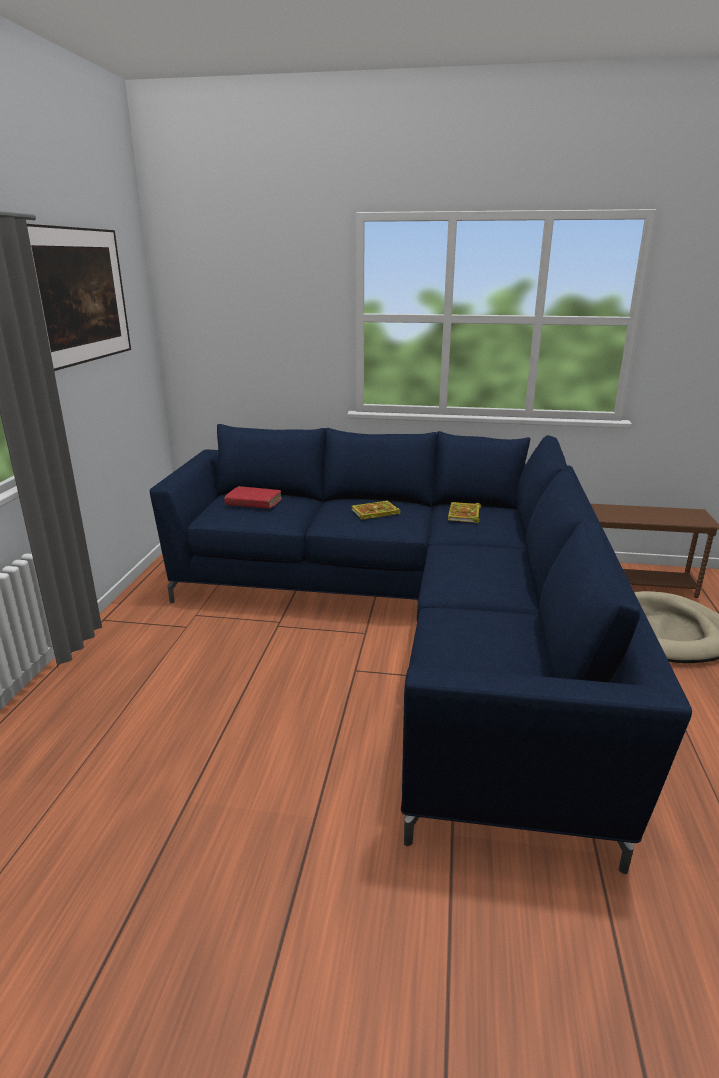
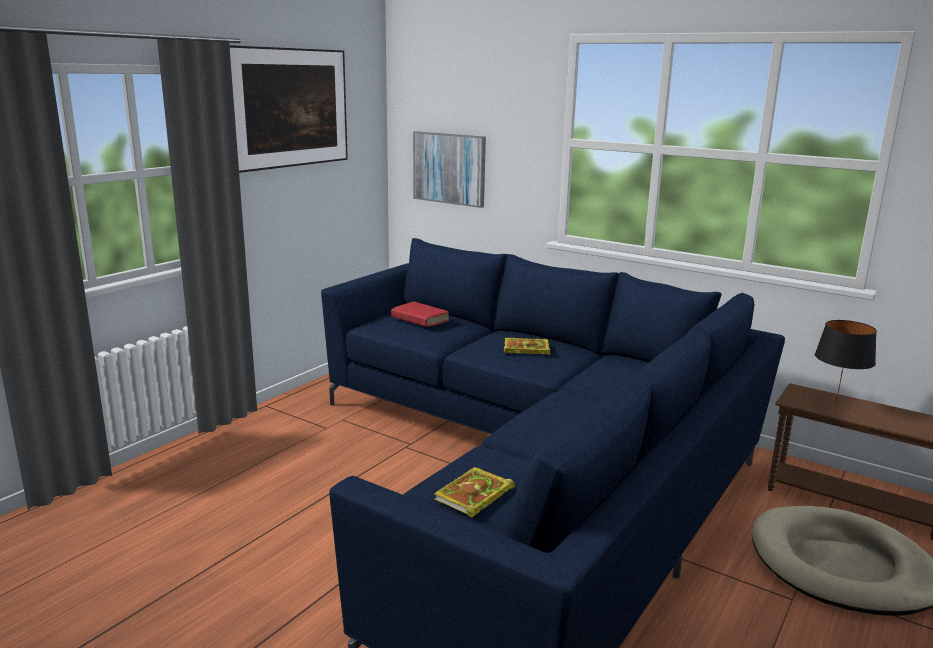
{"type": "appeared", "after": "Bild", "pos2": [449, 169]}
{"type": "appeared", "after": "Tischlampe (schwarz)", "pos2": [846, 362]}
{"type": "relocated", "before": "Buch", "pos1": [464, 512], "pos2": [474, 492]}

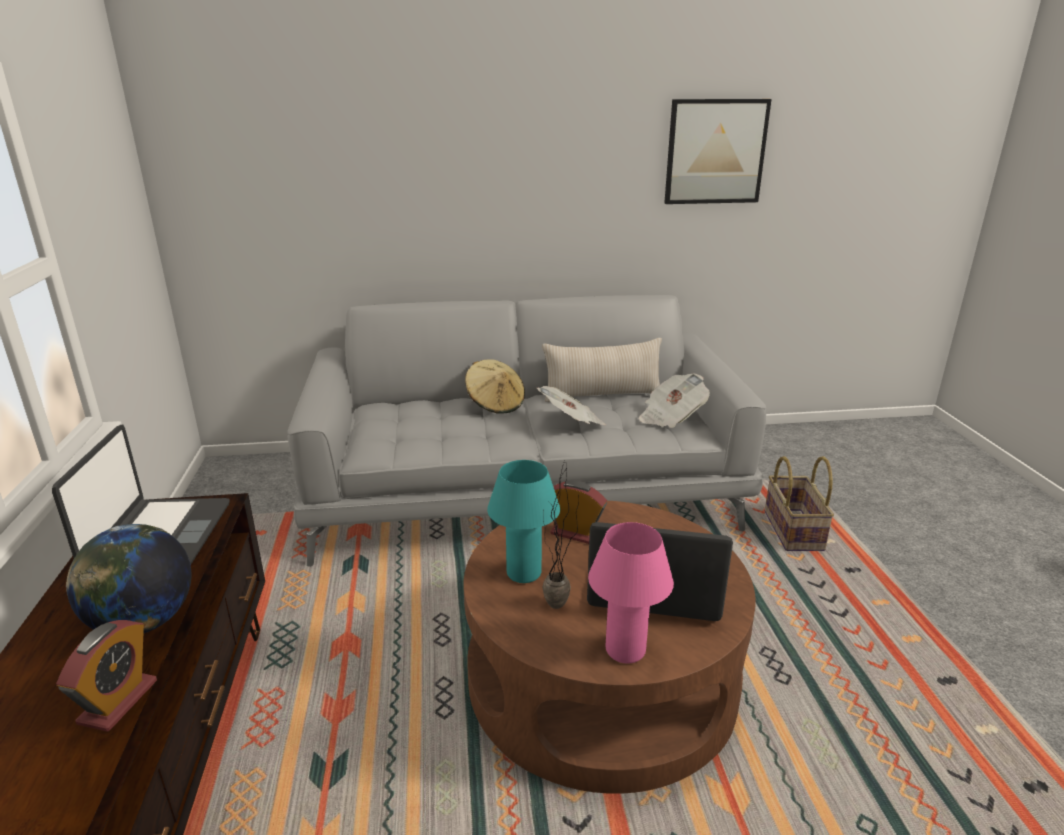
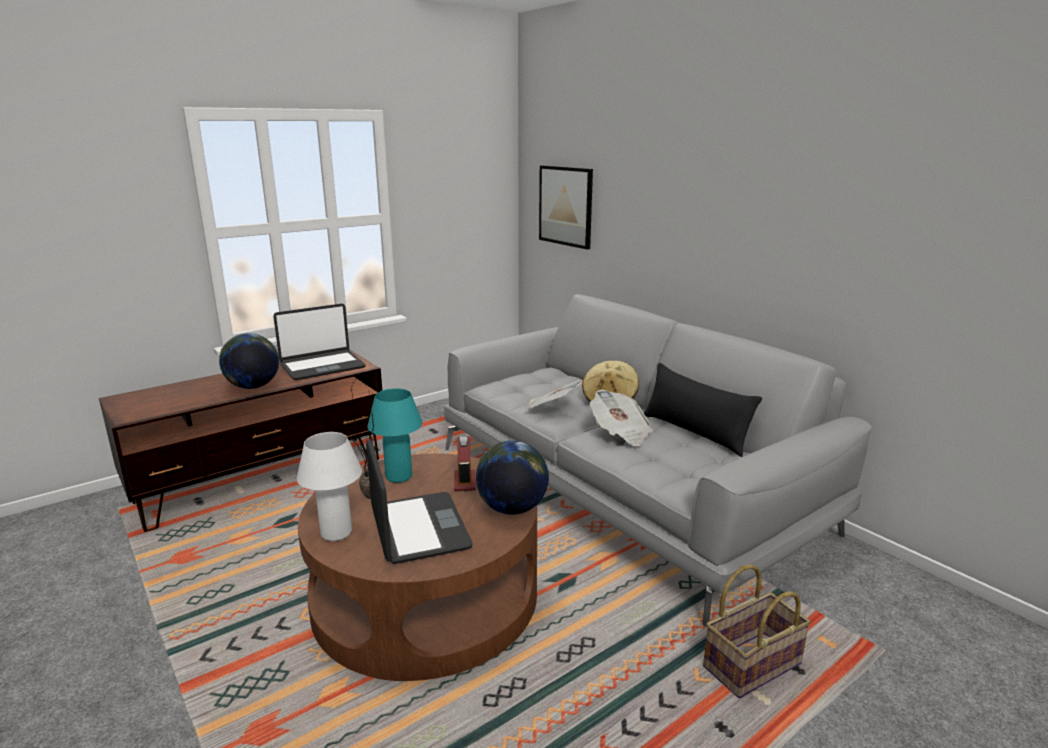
{"type": "missing", "before": "Wecker", "pos1": [106, 676]}
{"type": "appeared", "after": "Globus", "pos2": [512, 478]}
{"type": "relocated", "before": "Zeitung", "pos1": [674, 401], "pos2": [554, 394]}
{"type": "relocated", "before": "Bild", "pos1": [718, 151], "pos2": [566, 207]}
{"type": "colour", "before": "Kissen (beige)", "after": "Kissen (schwarz)", "pos1": [602, 370], "pos2": [703, 410]}
{"type": "colour", "before": "Tischlampe (rosa)", "after": "Tischlampe (weiß)", "pos1": [631, 593], "pos2": [329, 486]}

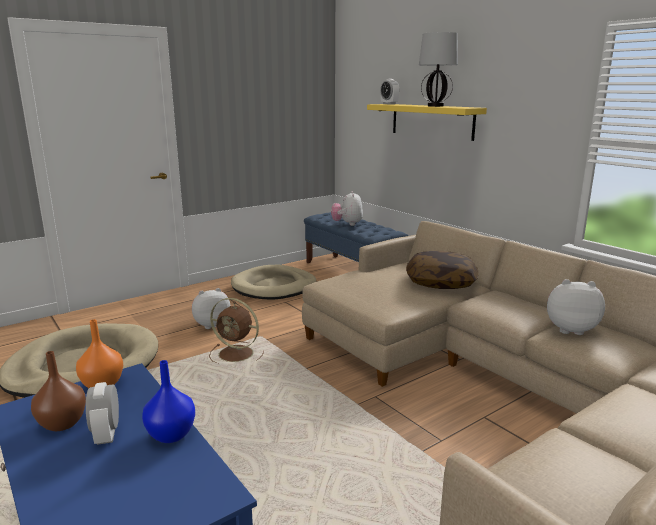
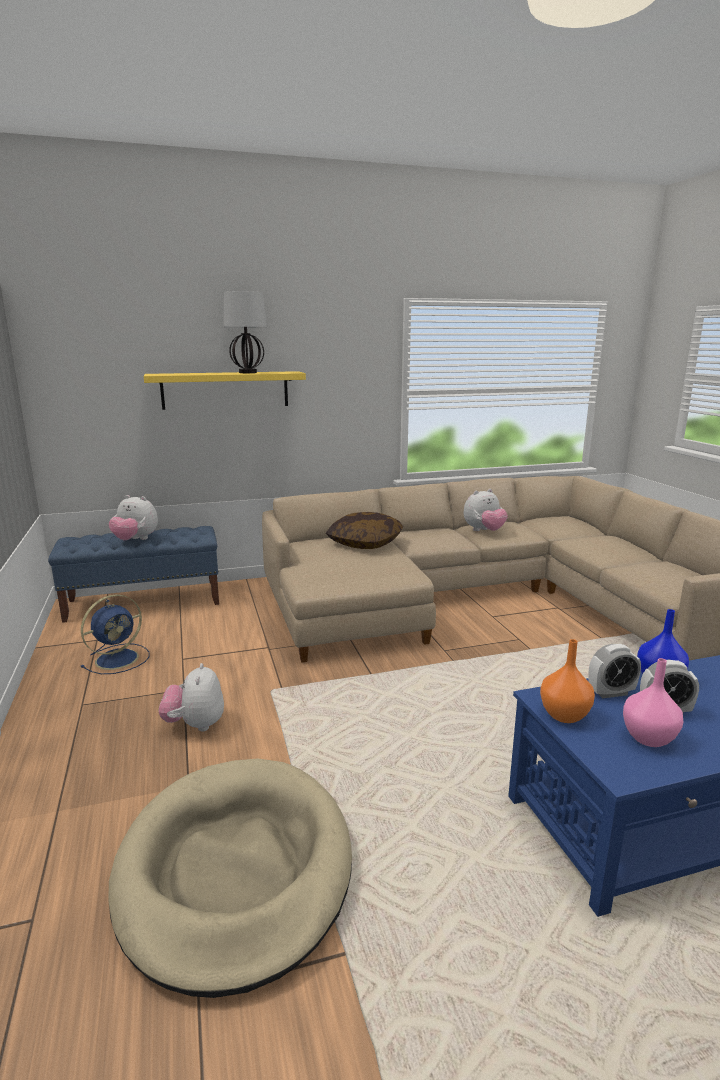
{"type": "missing", "before": "Ventilator (braun)", "pos1": [236, 331]}
{"type": "relocated", "before": "Wecker", "pos1": [390, 92], "pos2": [614, 671]}
{"type": "exchanged", "before": "Hundebett (beige)", "after": "Ventilator (blau)", "pos1": [273, 282], "pos2": [115, 634]}
{"type": "colour", "before": "Vase (braun)", "after": "Vase (rosa)", "pos1": [58, 391], "pos2": [653, 702]}
{"type": "spun", "before": "Plüschtier", "pos1": [576, 307], "pos2": [486, 510], "turn": -150}

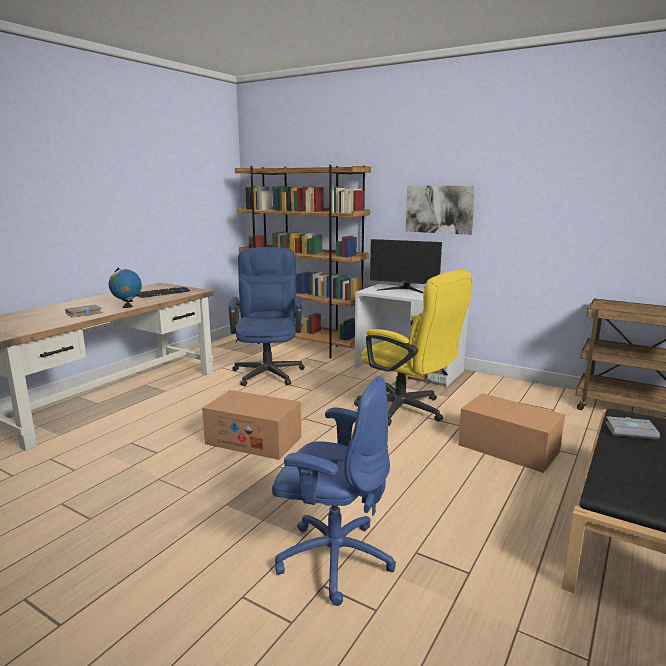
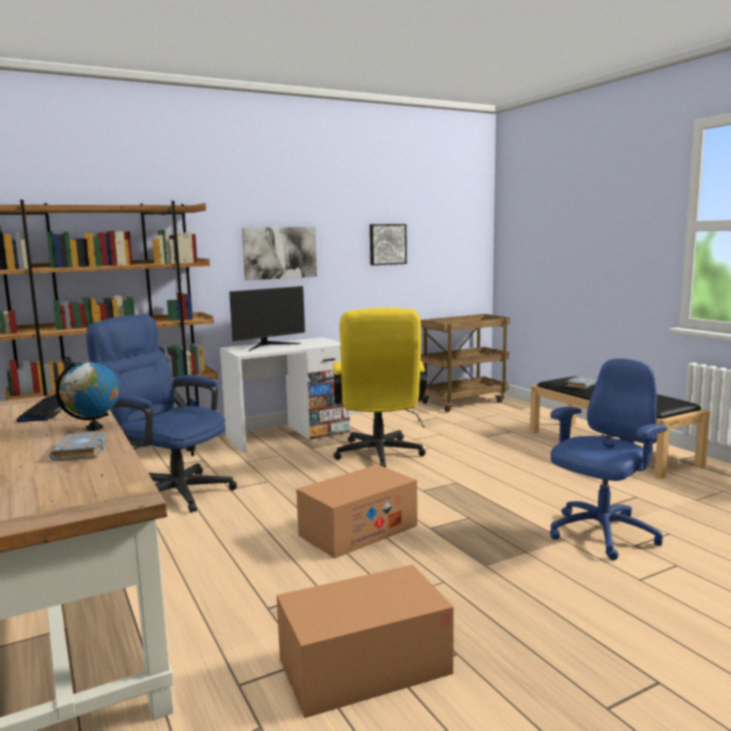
{"type": "appeared", "after": "Bild", "pos2": [388, 244]}
{"type": "relocated", "before": "Karton", "pos1": [511, 433], "pos2": [365, 641]}
{"type": "spun", "before": "Bürostuhl (gelb)", "pos1": [413, 348], "pos2": [380, 387], "turn": 105}

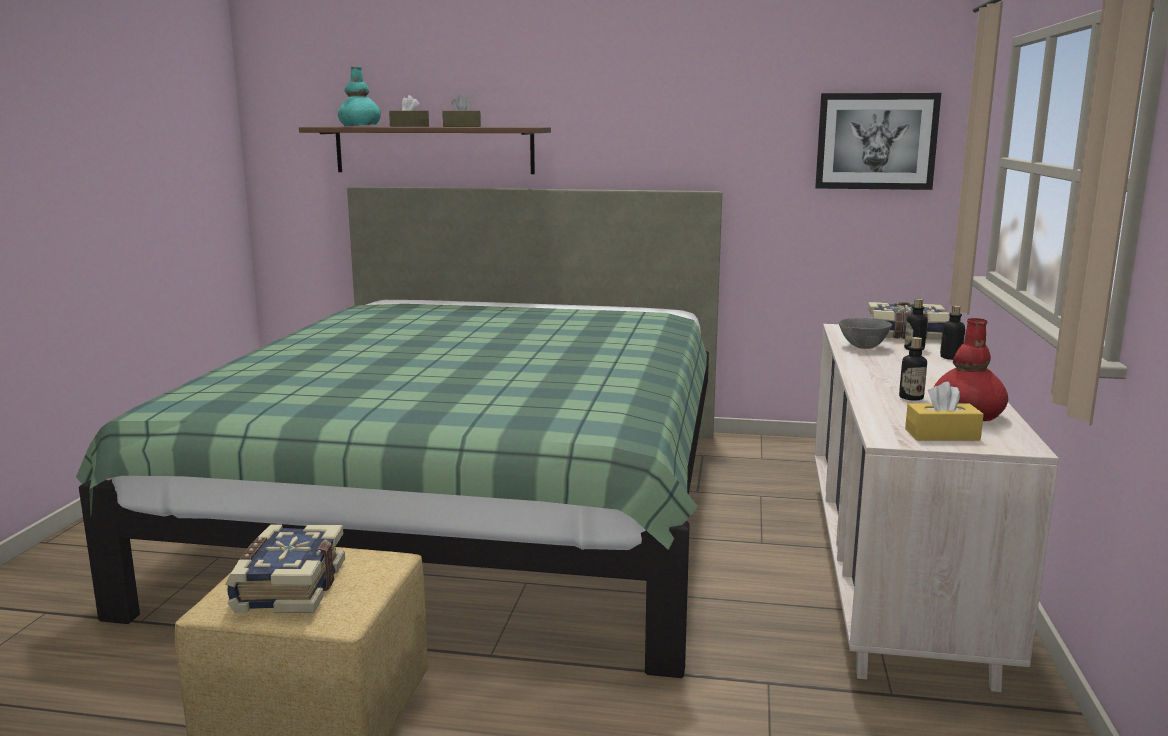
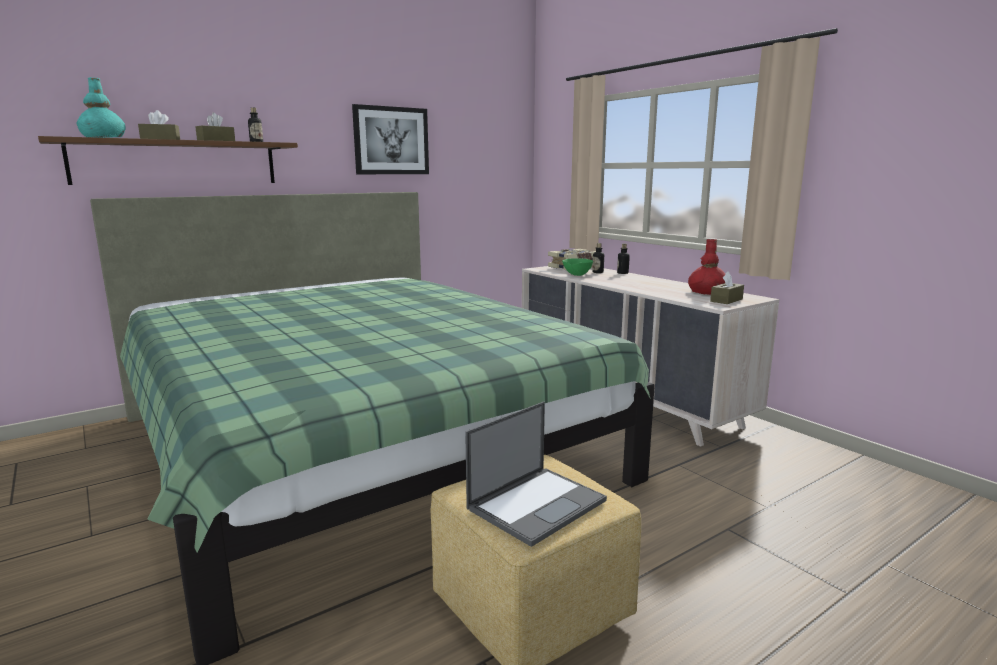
{"type": "relocated", "before": "Bild", "pos1": [878, 141], "pos2": [390, 139]}
{"type": "relocated", "before": "Flasche", "pos1": [913, 369], "pos2": [255, 124]}
{"type": "exchanged", "before": "Buch", "after": "Laptop", "pos1": [285, 568], "pos2": [536, 474]}
{"type": "colour", "before": "Schüssel (grau)", "after": "Schüssel (grün)", "pos1": [865, 333], "pos2": [577, 267]}
{"type": "colour", "before": "Taschentuchbox (gelb)", "after": "Taschentuchbox (braun)", "pos1": [944, 411], "pos2": [727, 287]}

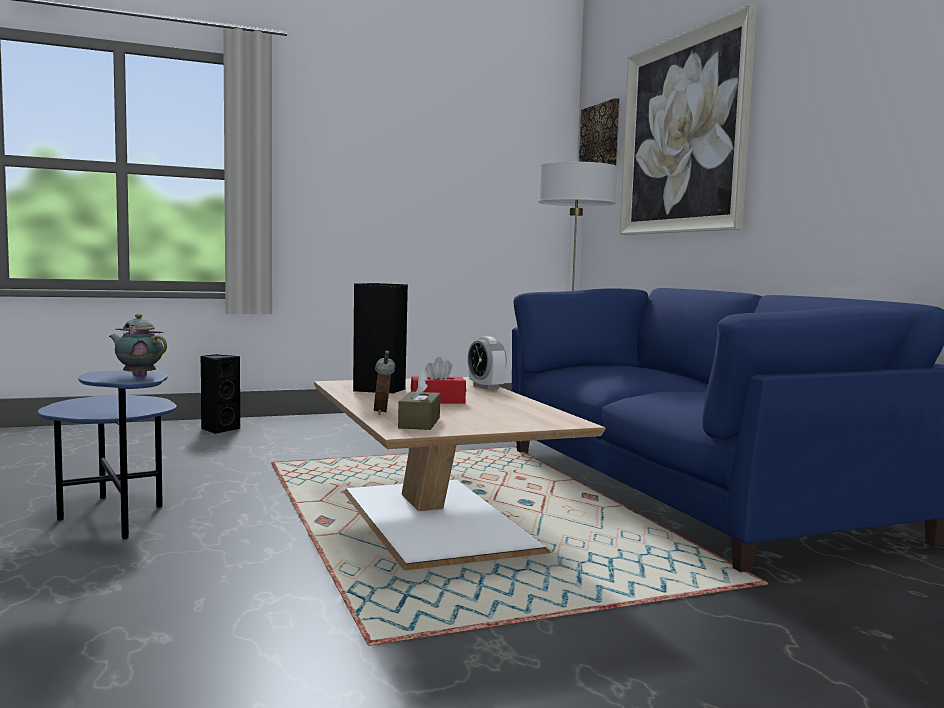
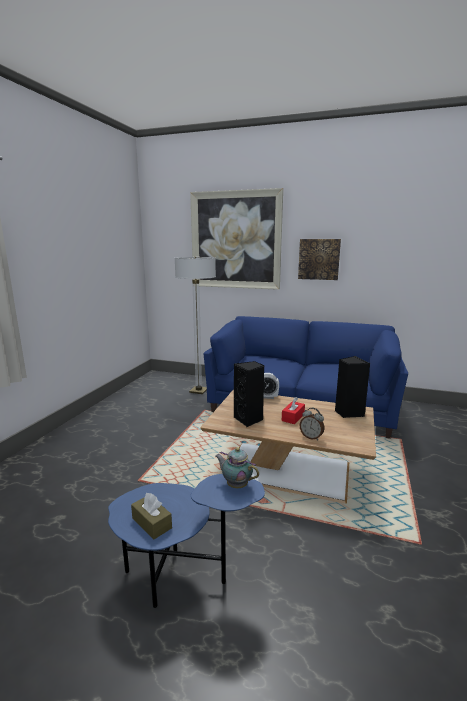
{"type": "relocated", "before": "Lautsprecher (schwarz)", "pos1": [220, 394], "pos2": [352, 387]}
{"type": "relocated", "before": "Taschentuchbox (braun)", "pos1": [419, 401], "pos2": [151, 516]}
{"type": "relocated", "before": "Bild", "pos1": [599, 132], "pos2": [319, 259]}
{"type": "spun", "before": "Teekanne", "pos1": [138, 345], "pos2": [237, 467], "turn": 60}

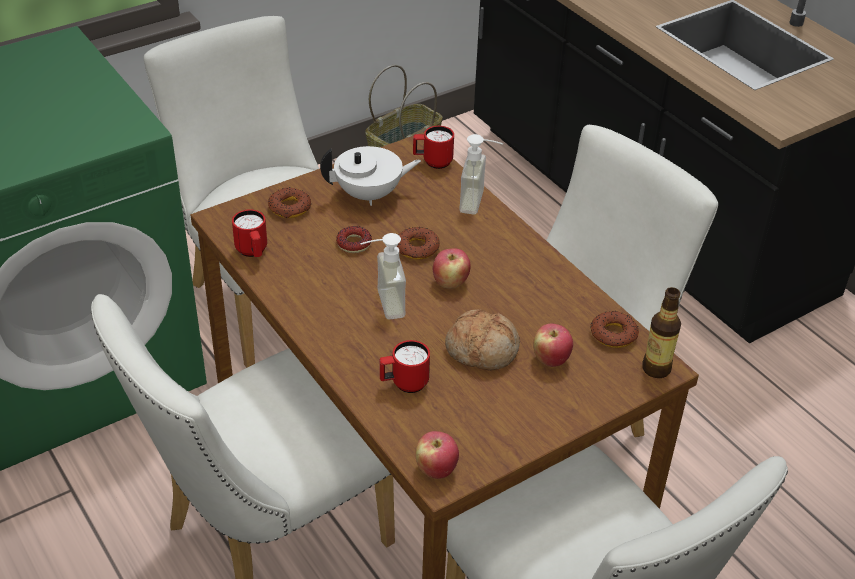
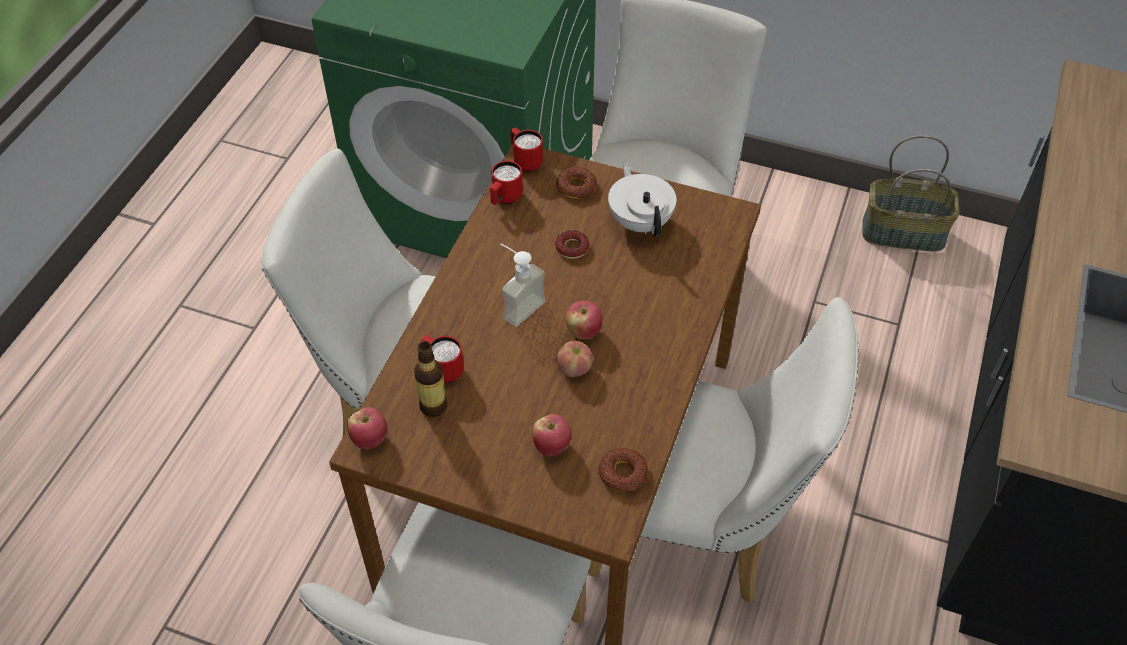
{"type": "missing", "before": "Donut", "pos1": [418, 243]}
{"type": "missing", "before": "Brot", "pos1": [482, 340]}
{"type": "missing", "before": "Seifenspender", "pos1": [481, 174]}
{"type": "appeared", "after": "Apfel", "pos2": [575, 359]}
{"type": "relocated", "before": "Henkelbecher (rot)", "pos1": [433, 147], "pos2": [527, 150]}
{"type": "relocated", "before": "Flasche", "pos1": [661, 332], "pos2": [431, 379]}
{"type": "spun", "before": "Teekanne (weiß)", "pos1": [370, 176], "pos2": [642, 199], "turn": -150}

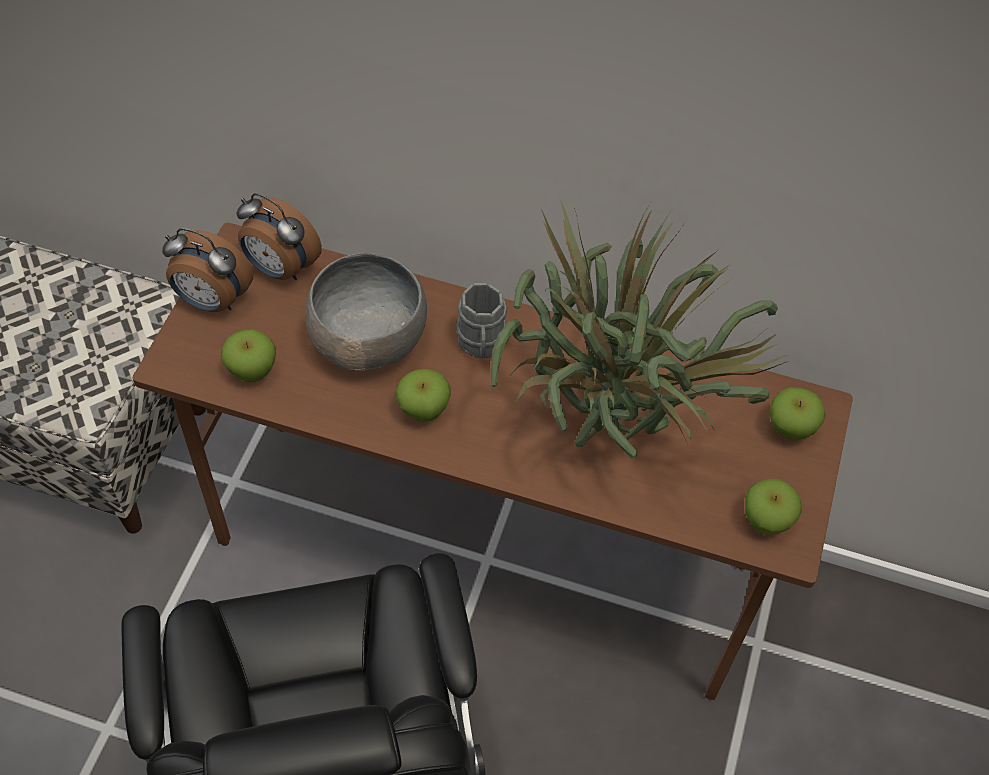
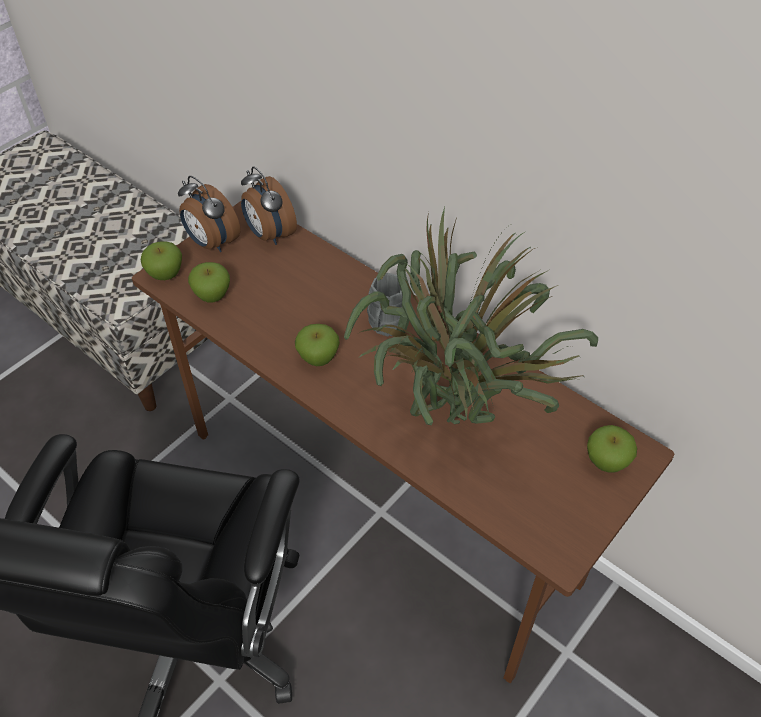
{"type": "missing", "before": "Schüssel (grau)", "pos1": [366, 312]}
{"type": "relocated", "before": "Apfel", "pos1": [773, 507], "pos2": [161, 260]}

